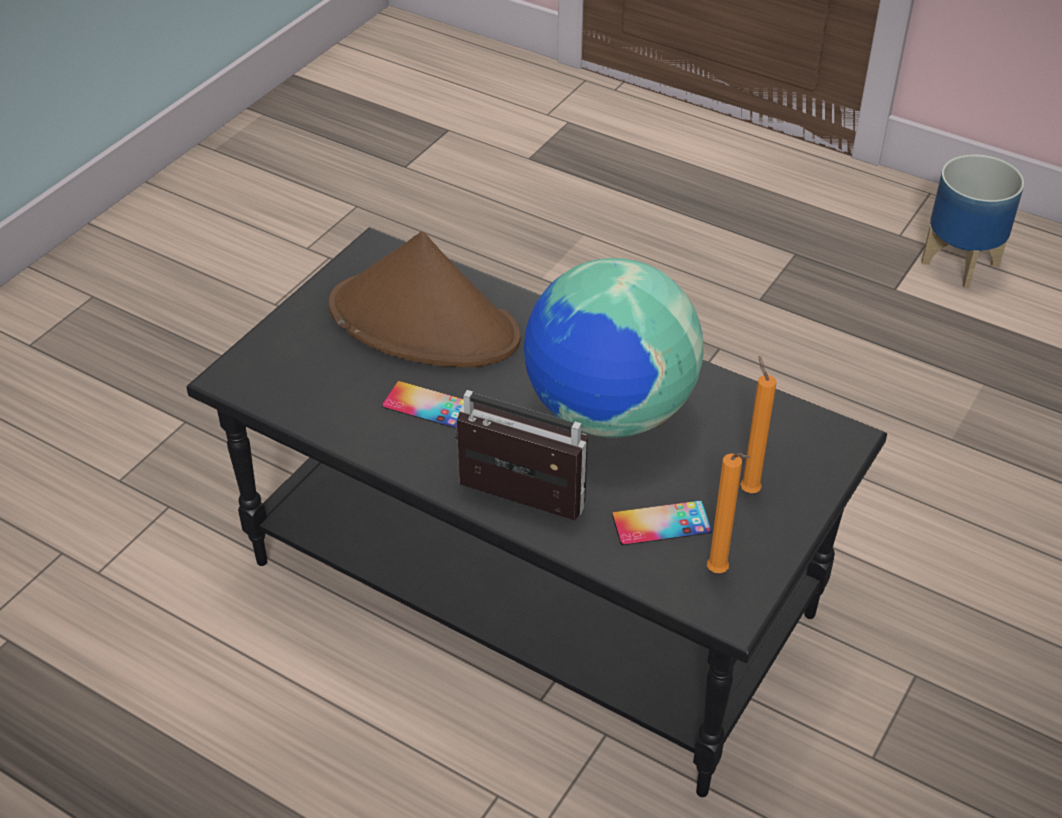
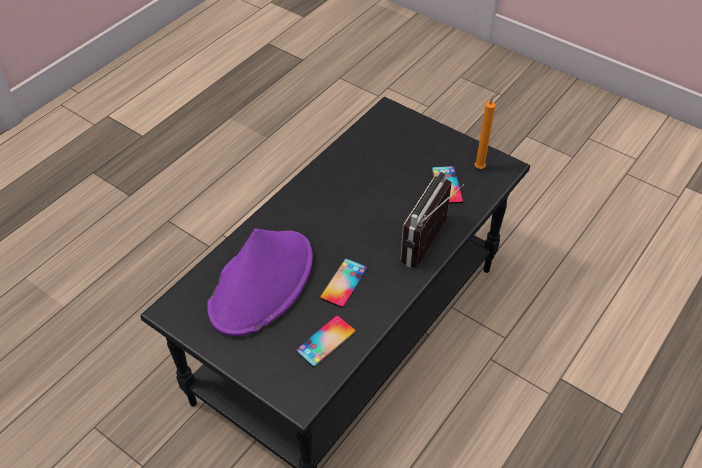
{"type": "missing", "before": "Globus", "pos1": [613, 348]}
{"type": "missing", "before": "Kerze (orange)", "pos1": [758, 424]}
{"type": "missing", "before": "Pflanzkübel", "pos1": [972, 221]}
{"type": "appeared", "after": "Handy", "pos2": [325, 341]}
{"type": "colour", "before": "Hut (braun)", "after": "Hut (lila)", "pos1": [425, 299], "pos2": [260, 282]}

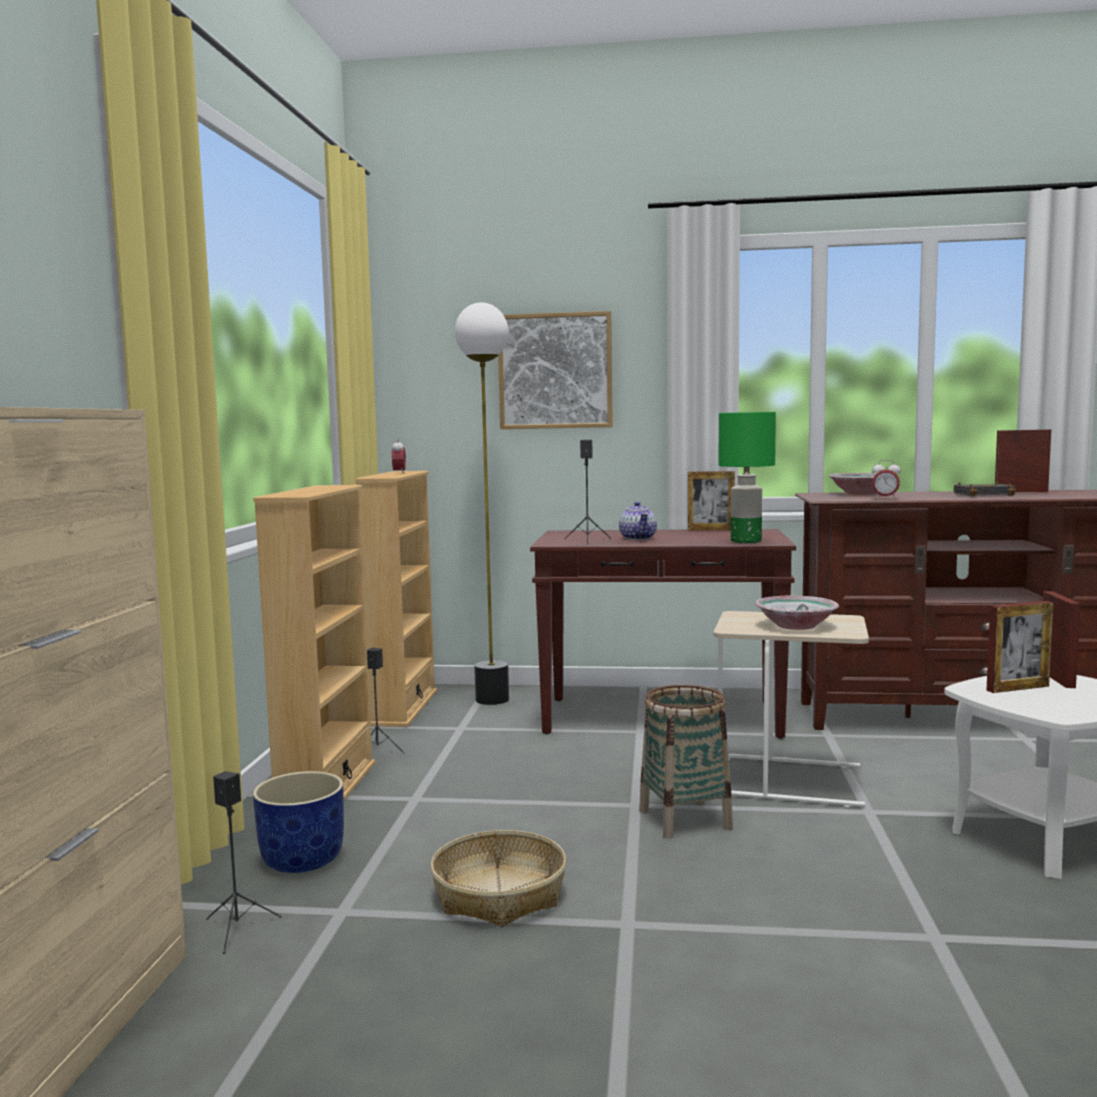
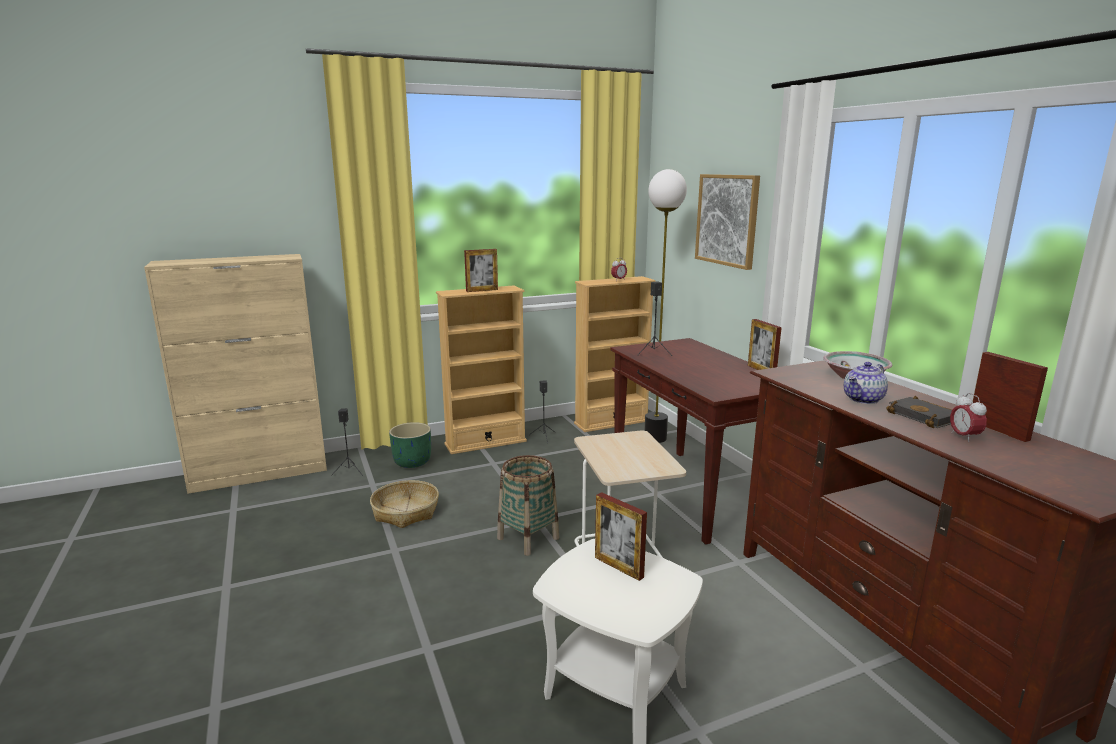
{"type": "missing", "before": "Tischlampe (grün)", "pos1": [747, 477]}
{"type": "missing", "before": "Schüssel", "pos1": [797, 613]}
{"type": "relocated", "before": "Teekanne", "pos1": [638, 520], "pos2": [866, 383]}
{"type": "relocated", "before": "Wecker", "pos1": [886, 479], "pos2": [968, 417]}
{"type": "relocated", "before": "Bilderrahmen", "pos1": [1062, 639], "pos2": [481, 270]}
{"type": "colour", "before": "Pflanzkübel (blau)", "after": "Pflanzkübel (grün)", "pos1": [298, 822], "pos2": [410, 445]}

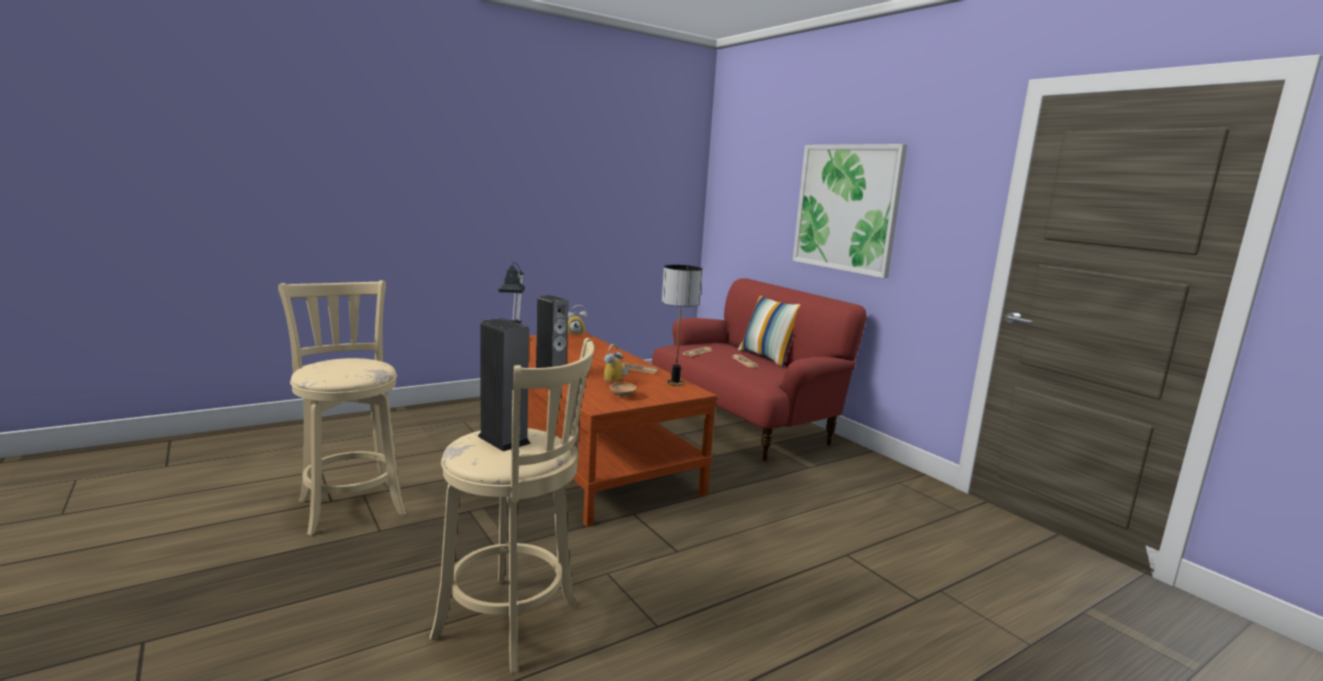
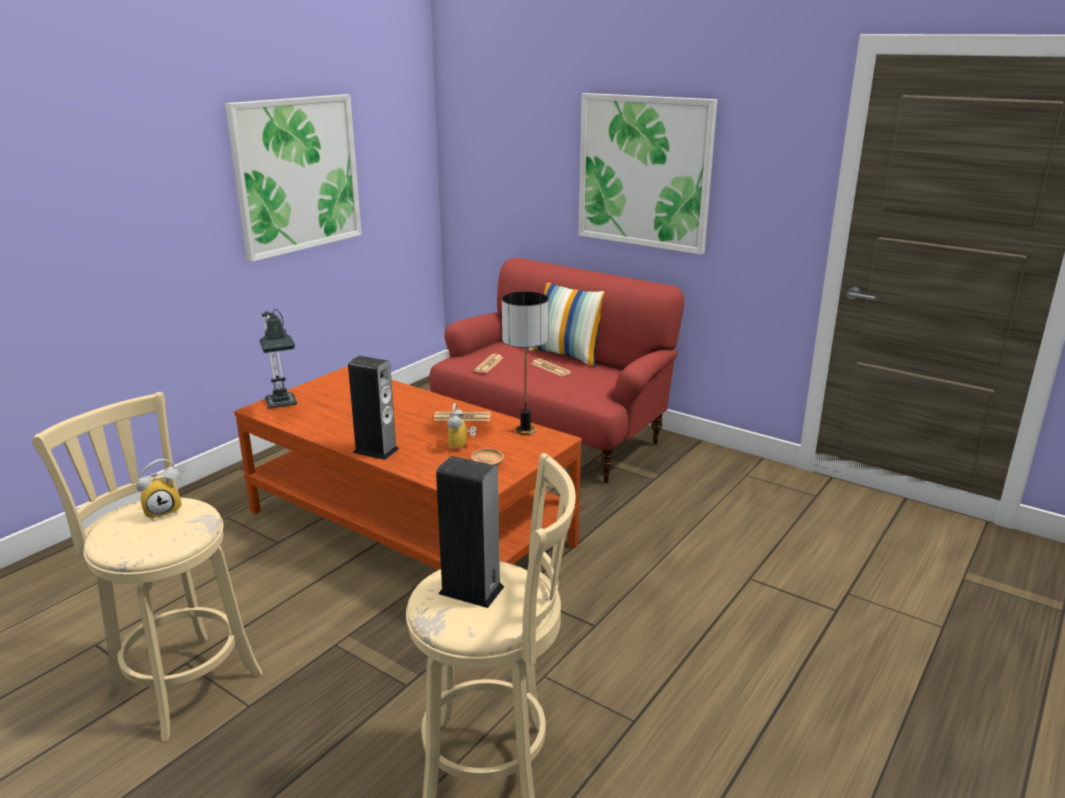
{"type": "appeared", "after": "Bild", "pos2": [293, 178]}
{"type": "relocated", "before": "Wecker", "pos1": [578, 320], "pos2": [159, 490]}

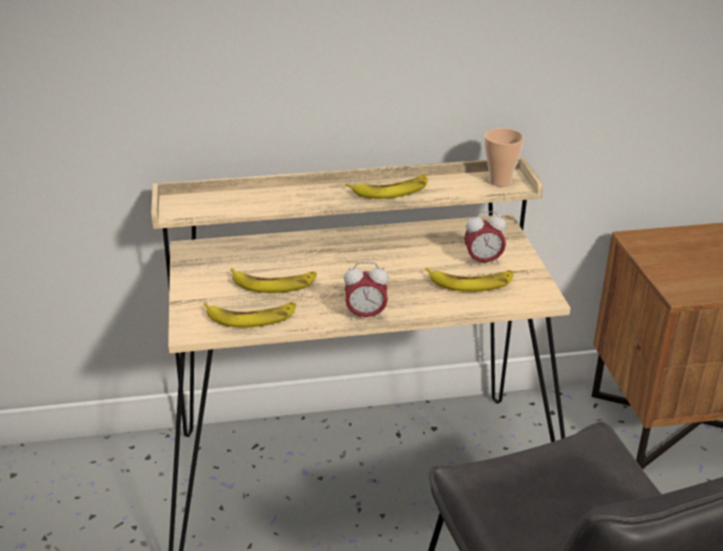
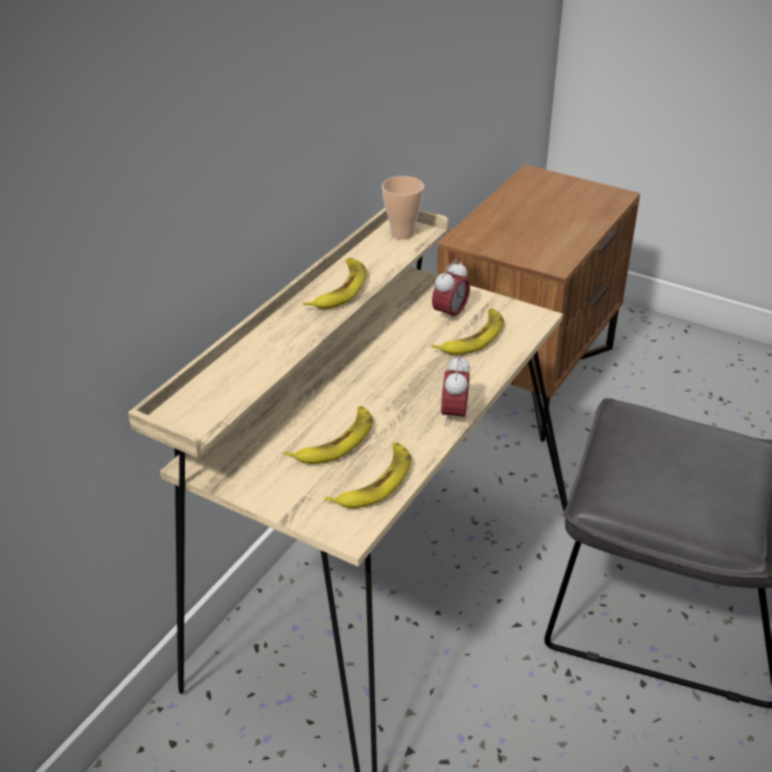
{"type": "spun", "before": "Wecker", "pos1": [366, 291], "pos2": [455, 390], "turn": 150}

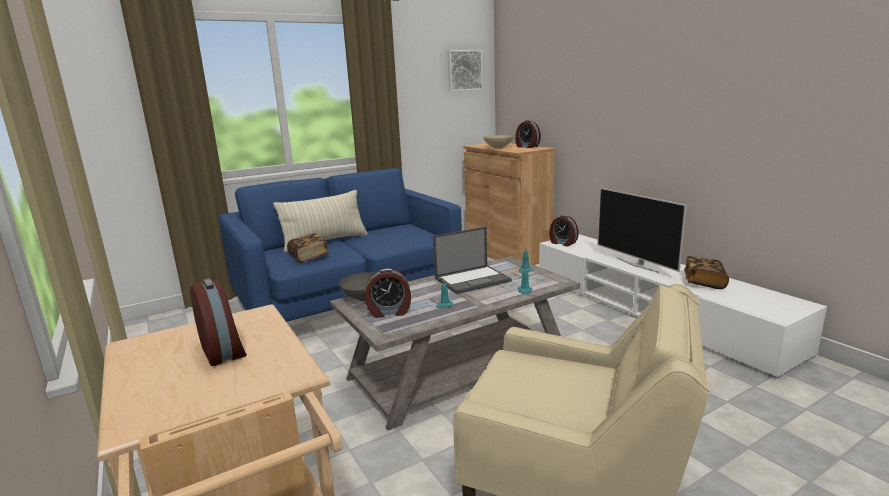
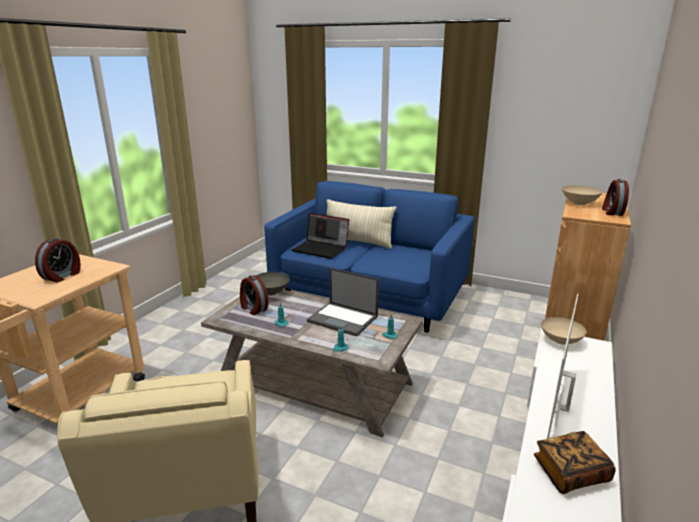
{"type": "missing", "before": "Bild", "pos1": [465, 70]}
{"type": "exchanged", "before": "Buch", "after": "Laptop", "pos1": [308, 248], "pos2": [320, 236]}
{"type": "exchanged", "before": "Wecker", "after": "Schüssel (beige)", "pos1": [564, 230], "pos2": [563, 331]}

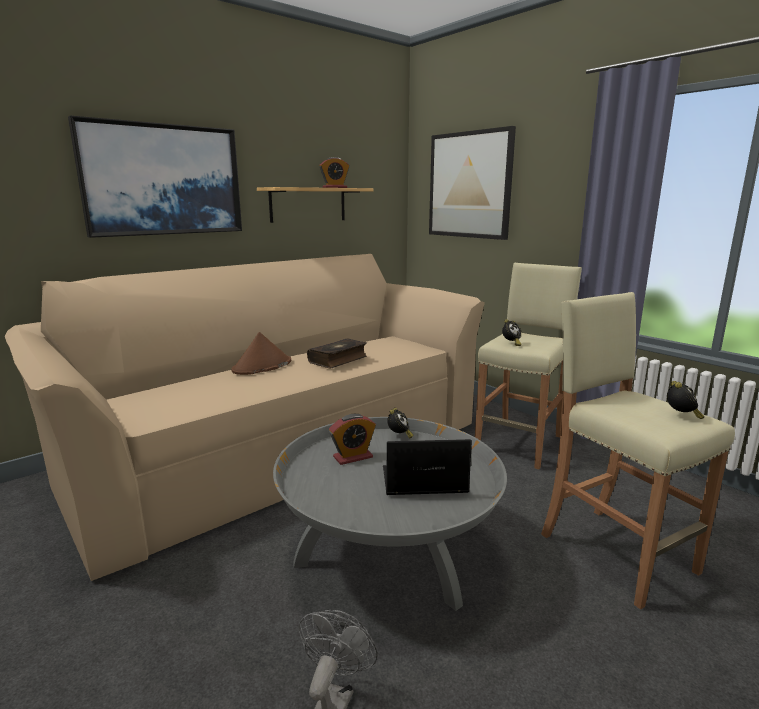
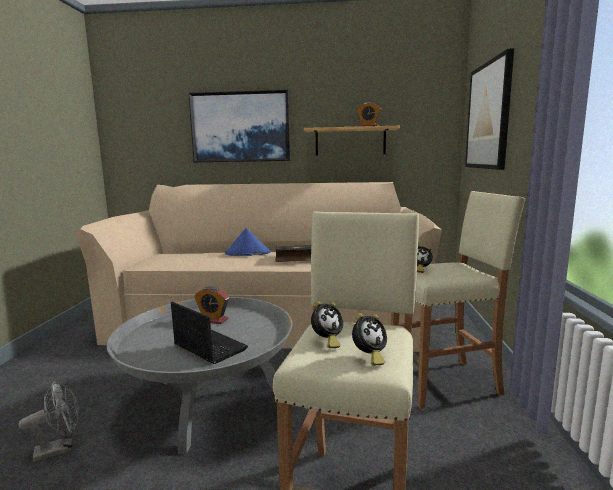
{"type": "relocated", "before": "Wecker", "pos1": [400, 423], "pos2": [327, 324]}
{"type": "colour", "before": "Hut (braun)", "after": "Hut (blau)", "pos1": [261, 353], "pos2": [248, 242]}

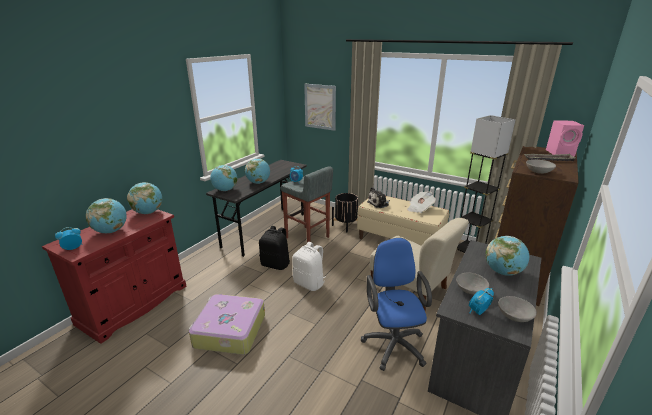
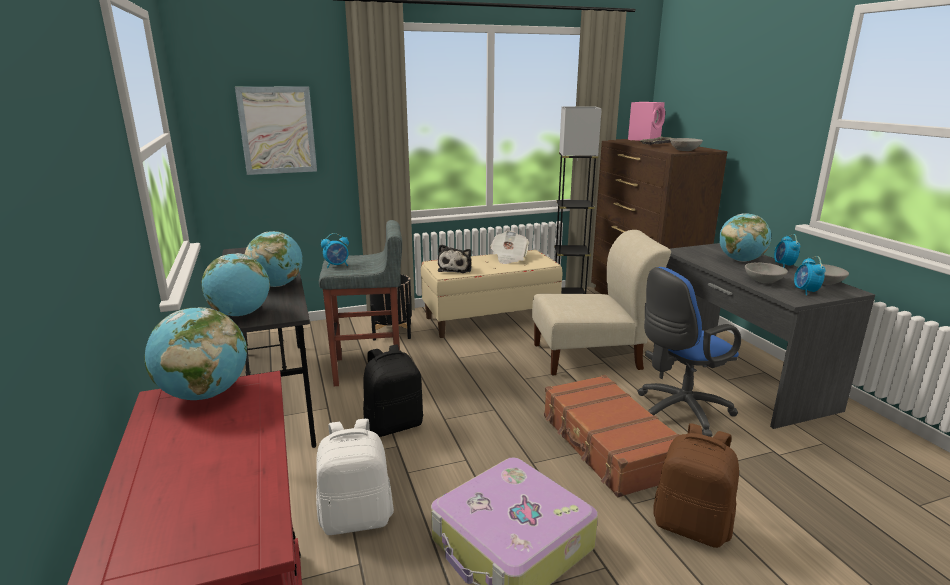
{"type": "missing", "before": "Globus", "pos1": [106, 215]}
{"type": "appeared", "after": "Koffer (braun)", "pos2": [612, 436]}
{"type": "appeared", "after": "Rucksack (braun)", "pos2": [696, 485]}
{"type": "relocated", "before": "Wecker", "pos1": [68, 238], "pos2": [787, 251]}
{"type": "relocated", "before": "Rucksack (weiß)", "pos1": [308, 266], "pos2": [355, 477]}
{"type": "spun", "before": "Bürostuhl (blau)", "pos1": [396, 304], "pos2": [689, 352], "turn": -60}

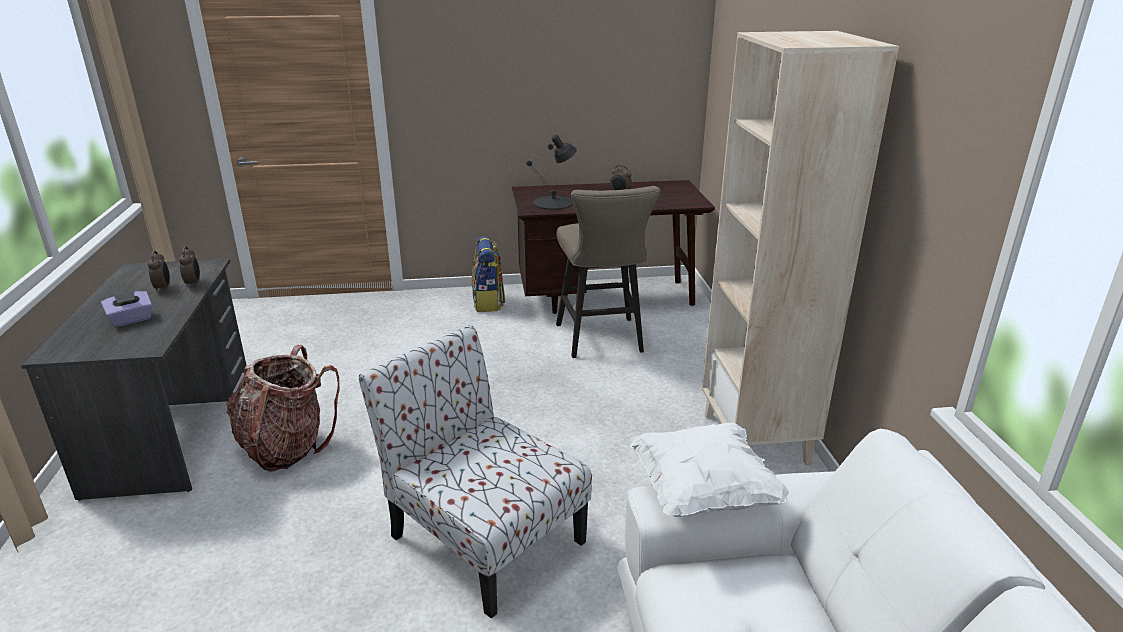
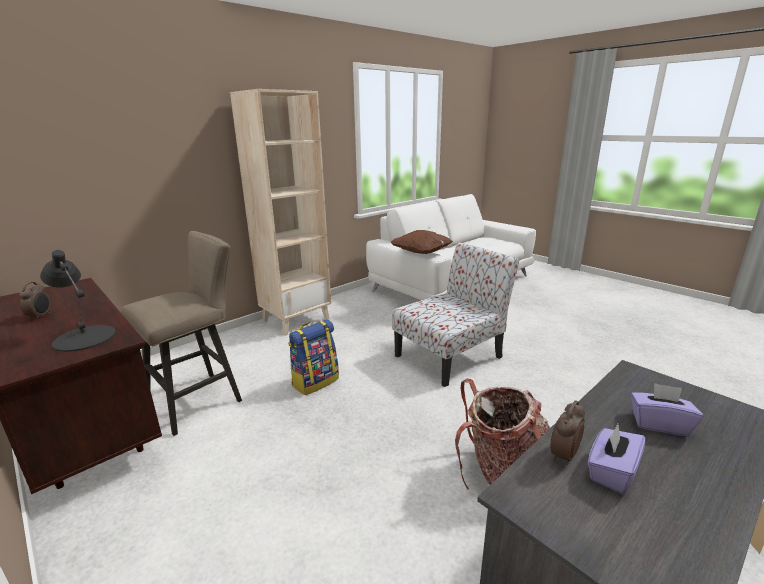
{"type": "relocated", "before": "Rucksack", "pos1": [488, 274], "pos2": [313, 357]}
{"type": "exchanged", "before": "Wecker", "after": "Taschentuchbox (lila)", "pos1": [159, 271], "pos2": [616, 459]}
{"type": "colour", "before": "Kissen (weiß)", "after": "Kissen (braun)", "pos1": [710, 470], "pos2": [422, 242]}
{"type": "spun", "before": "Stuhl", "pos1": [475, 471], "pos2": [455, 314], "turn": -135}

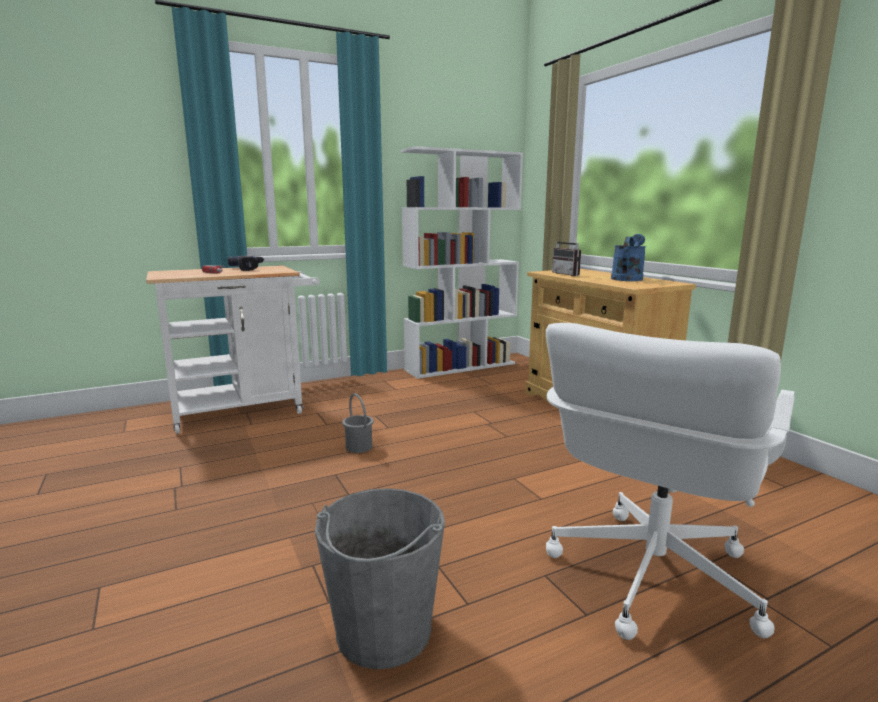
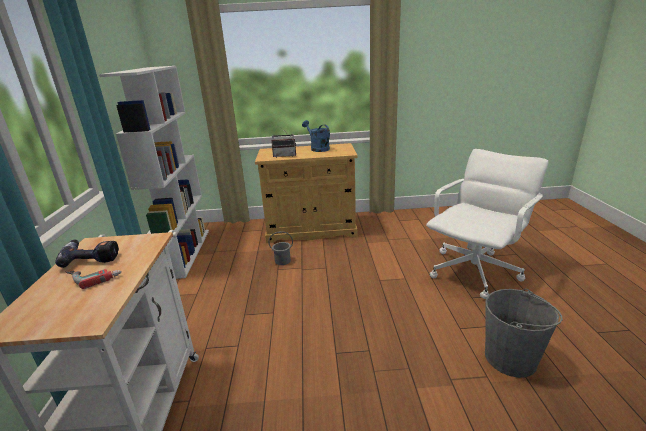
{"type": "relocated", "before": "Eimer (grau)", "pos1": [358, 423], "pos2": [280, 248]}
{"type": "spun", "before": "Bürostuhl (weiß)", "pos1": [670, 481], "pos2": [487, 224], "turn": -105}

